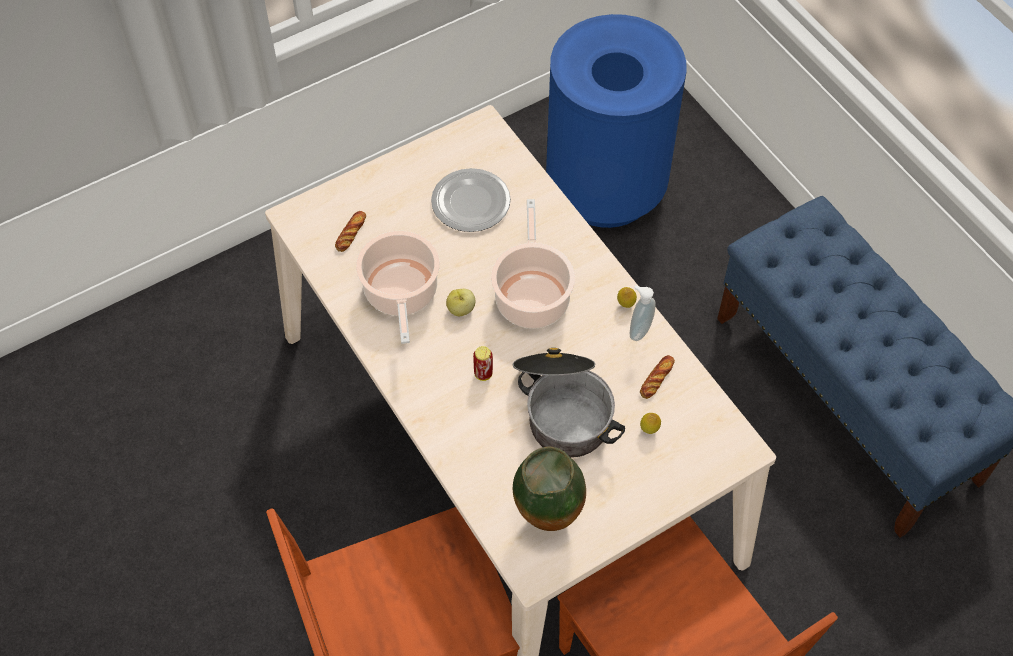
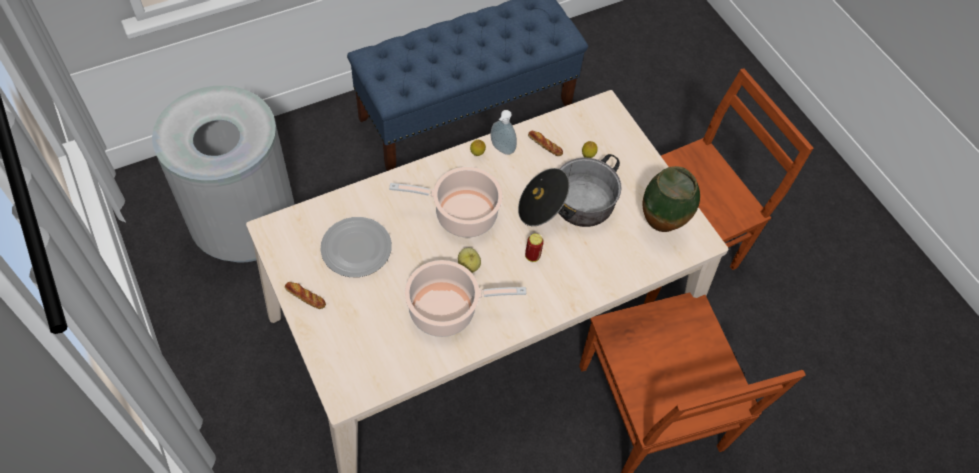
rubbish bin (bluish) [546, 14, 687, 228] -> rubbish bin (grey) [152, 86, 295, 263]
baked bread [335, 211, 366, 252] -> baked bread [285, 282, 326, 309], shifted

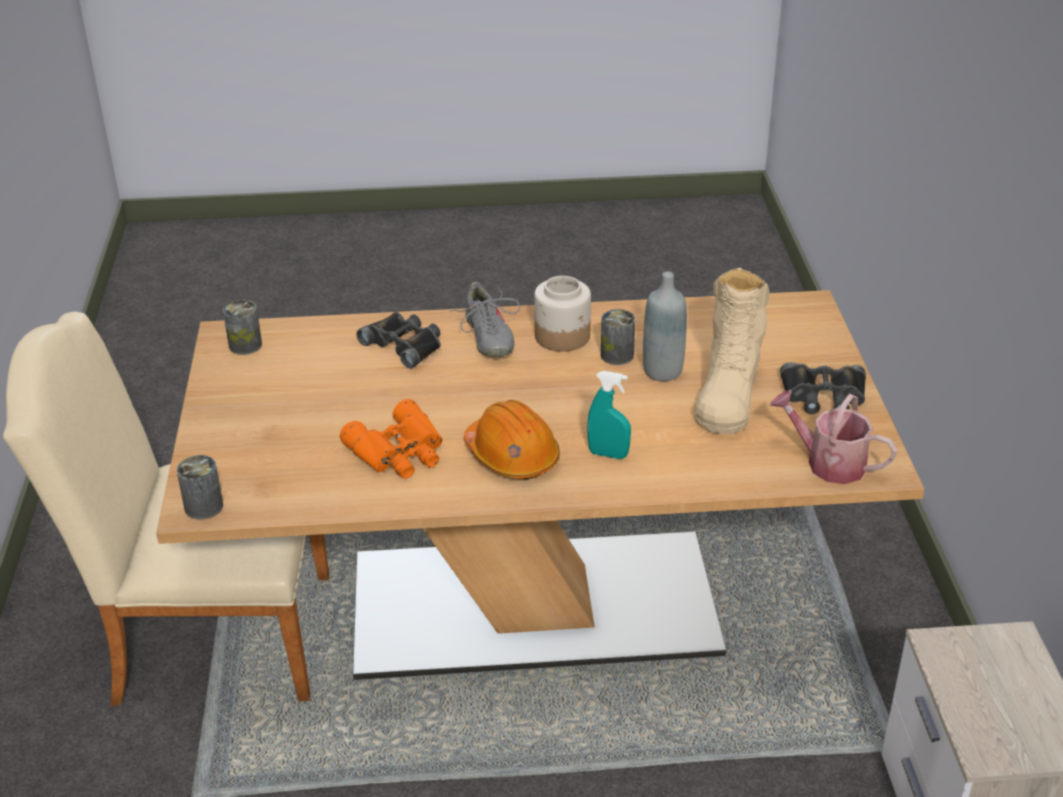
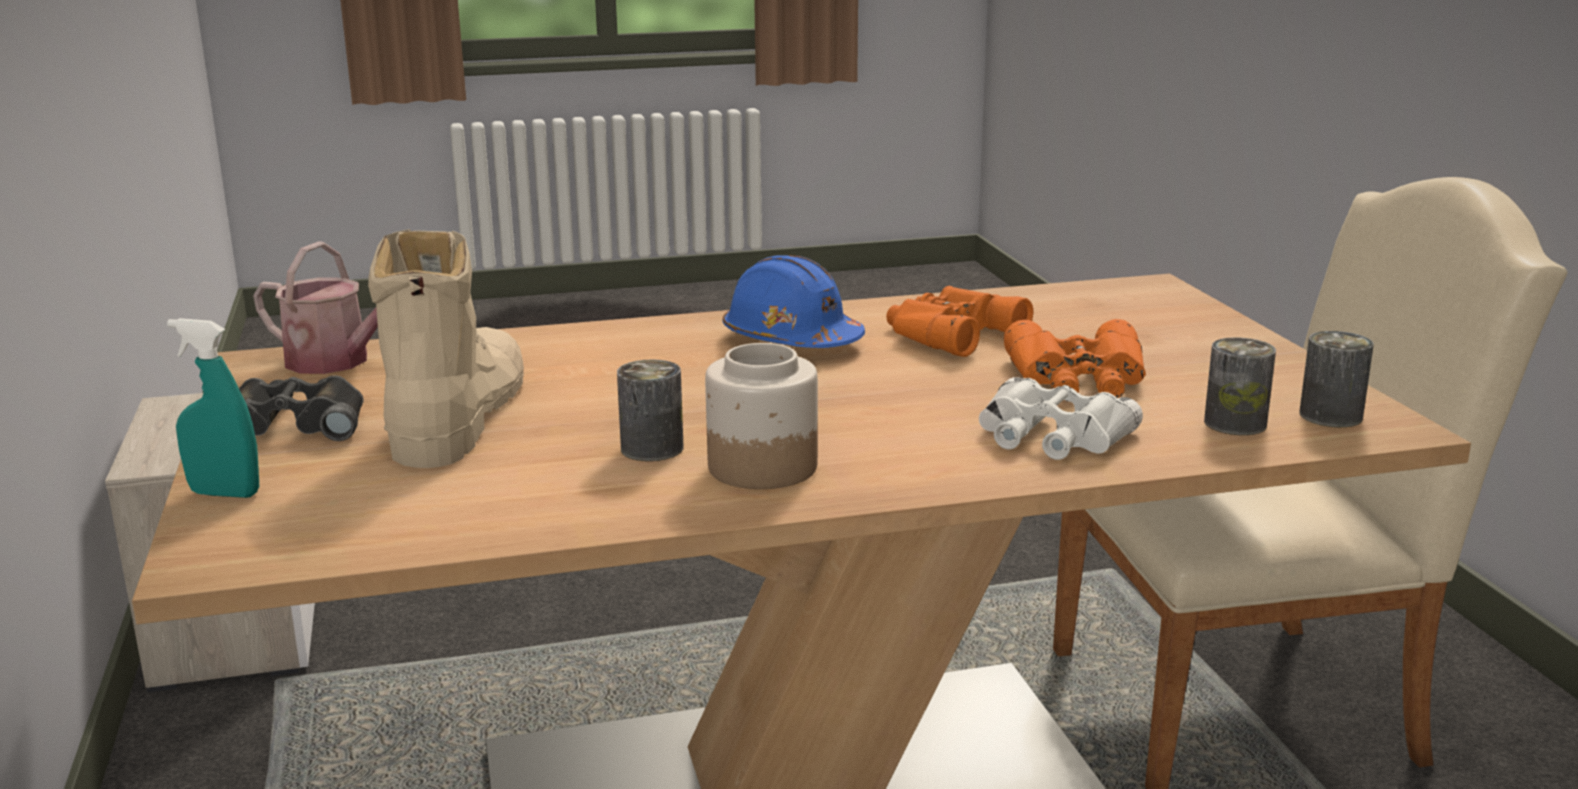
spray bottle (turquoise-coloured) [587, 371, 631, 459] -> spray bottle (turquoise-coloured) [167, 318, 259, 498], shifted
hard hat (orange-coloured) [464, 400, 560, 480] -> hard hat (bluish) [723, 255, 865, 348]
field glasses (blackish) [356, 312, 441, 369] -> field glasses (white) [979, 377, 1143, 460]
none -> field glasses (orange-coloured) [1004, 319, 1146, 401]
sealed can [176, 455, 223, 520] -> sealed can [1204, 337, 1276, 435], shifted
low shoe (grey) [449, 282, 520, 357] -> none
beverage bottle (grey) [643, 271, 687, 381] -> none

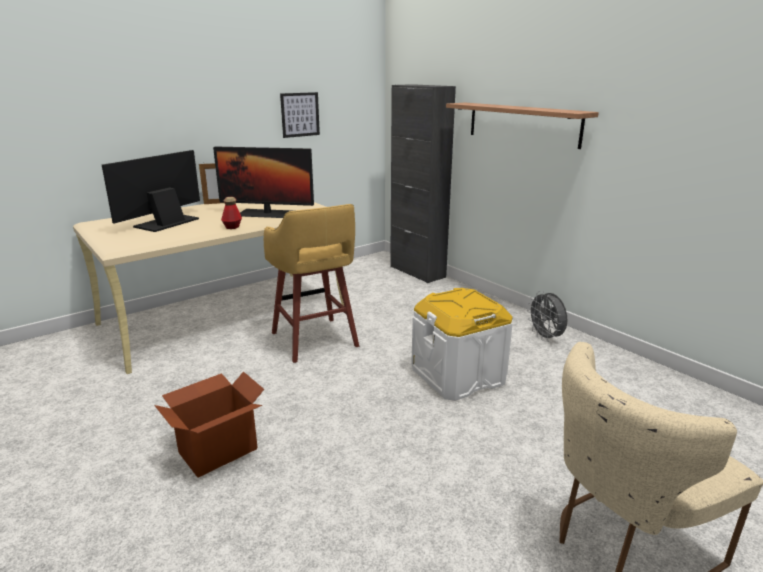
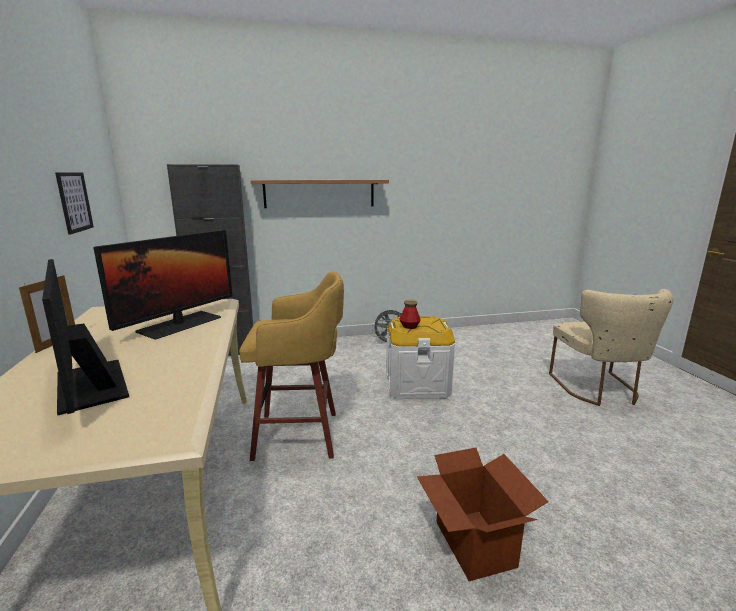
beverage bottle [221, 197, 242, 229] -> beverage bottle [399, 299, 420, 329], shifted

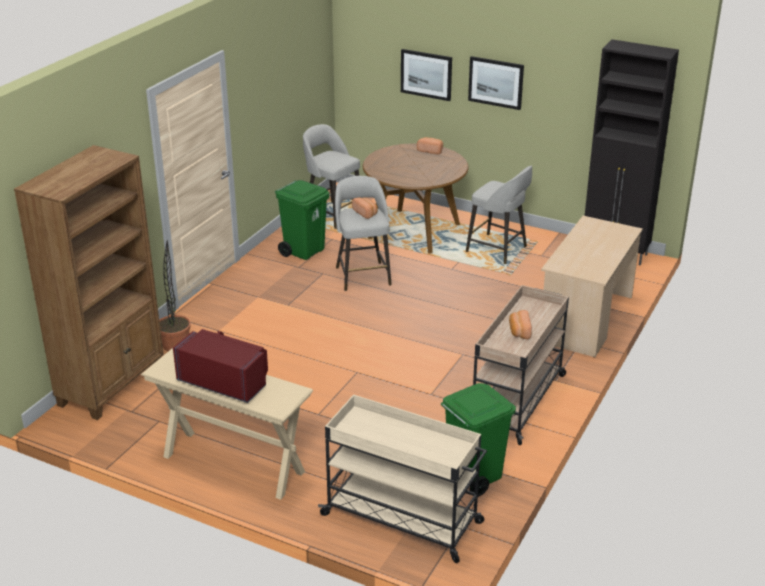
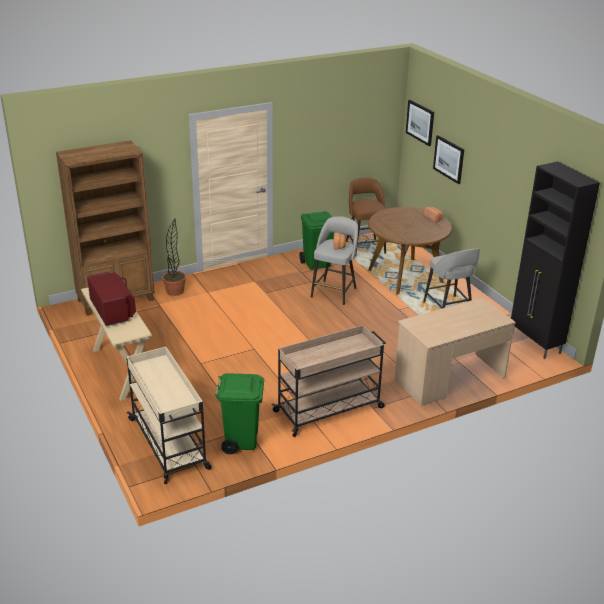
sitting stool (grey) [303, 124, 360, 229] -> sitting stool (brown-coloured) [346, 177, 386, 257]
wall art [468, 56, 524, 110] -> wall art [406, 100, 434, 146], shifted
baked bread [509, 310, 532, 339] -> none

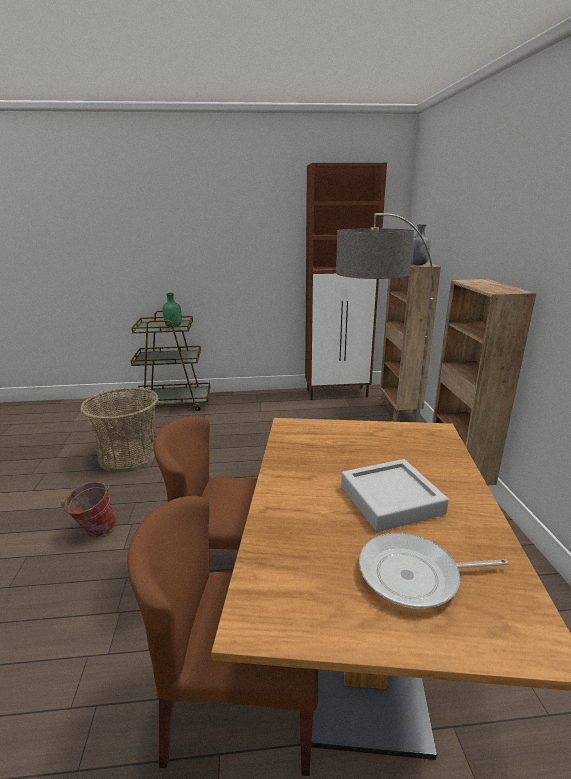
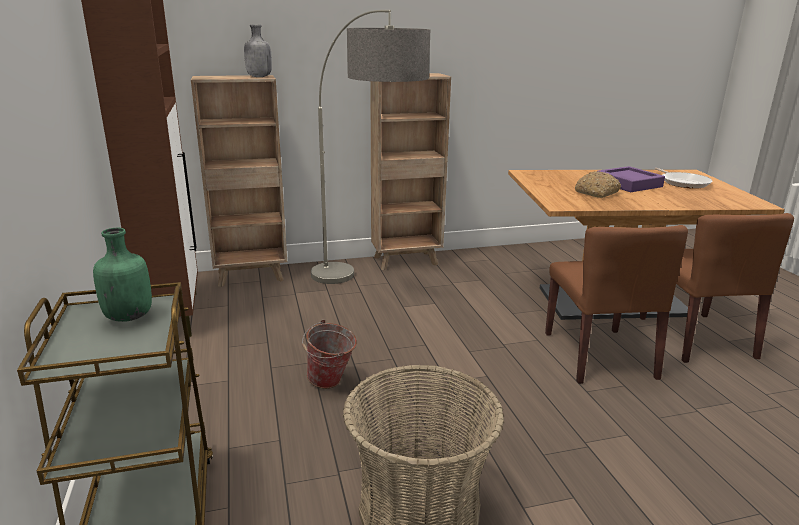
bucket [61, 481, 116, 537] -> bucket [302, 320, 357, 389], shifted
none -> baked bread [575, 171, 621, 198]
serving tray (grey) [341, 459, 449, 532] -> serving tray (purple-coloured) [597, 166, 665, 192]

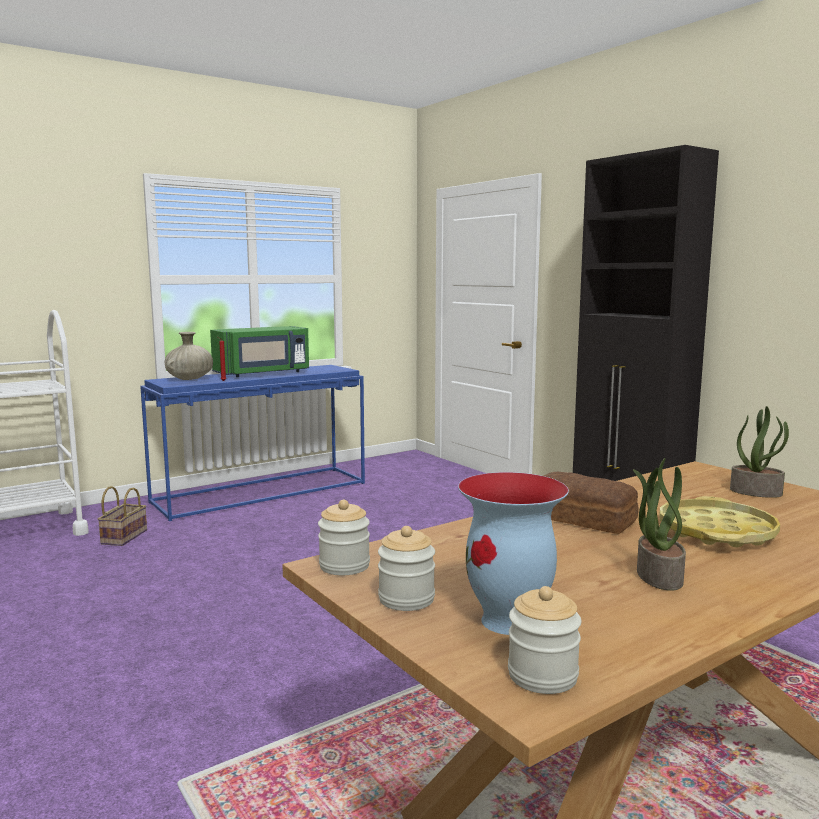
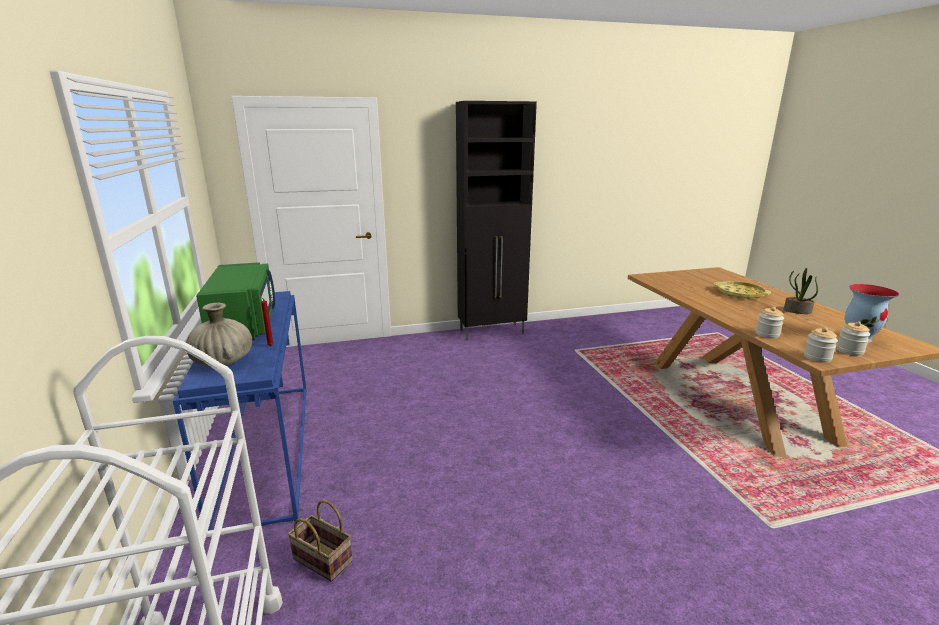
preserve jar [508, 586, 581, 694] -> preserve jar [755, 307, 784, 339], shifted
baked bread [543, 472, 638, 534] -> none
houseplant [730, 406, 789, 498] -> none

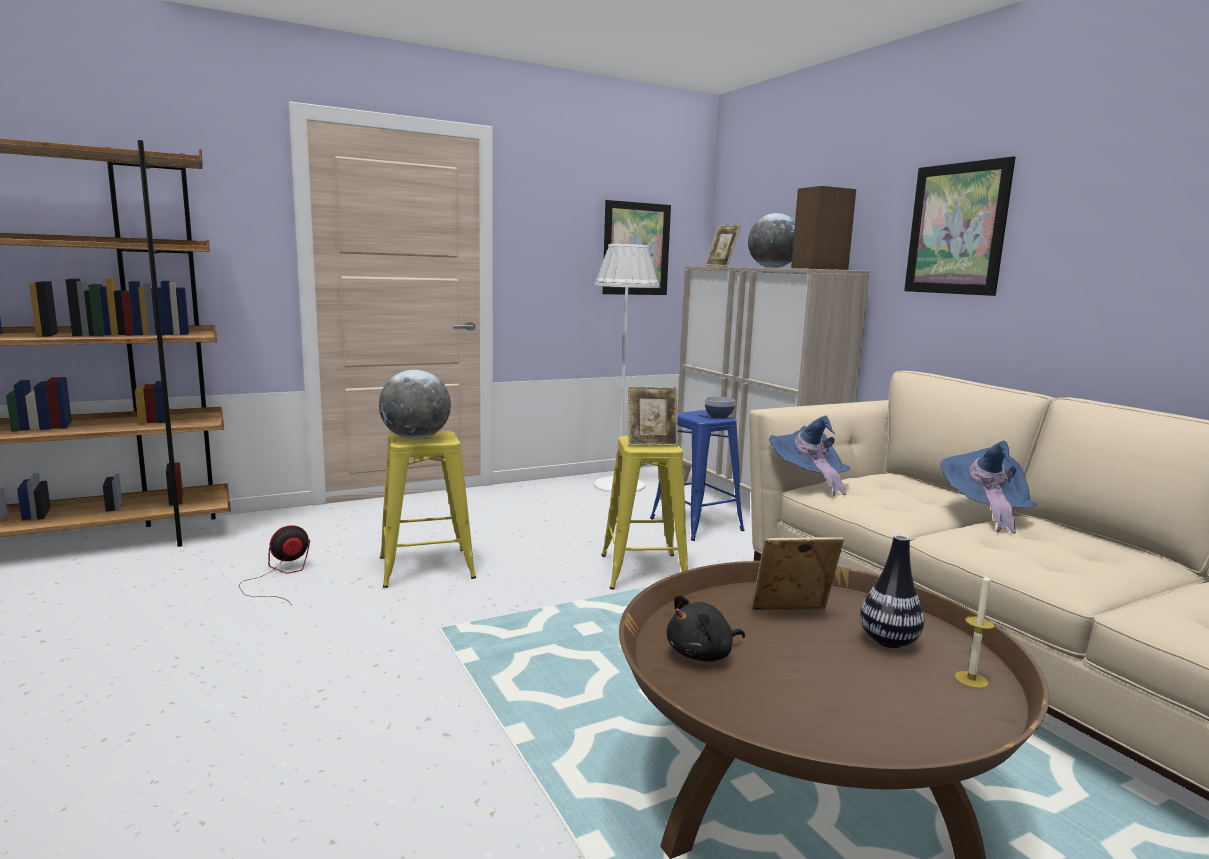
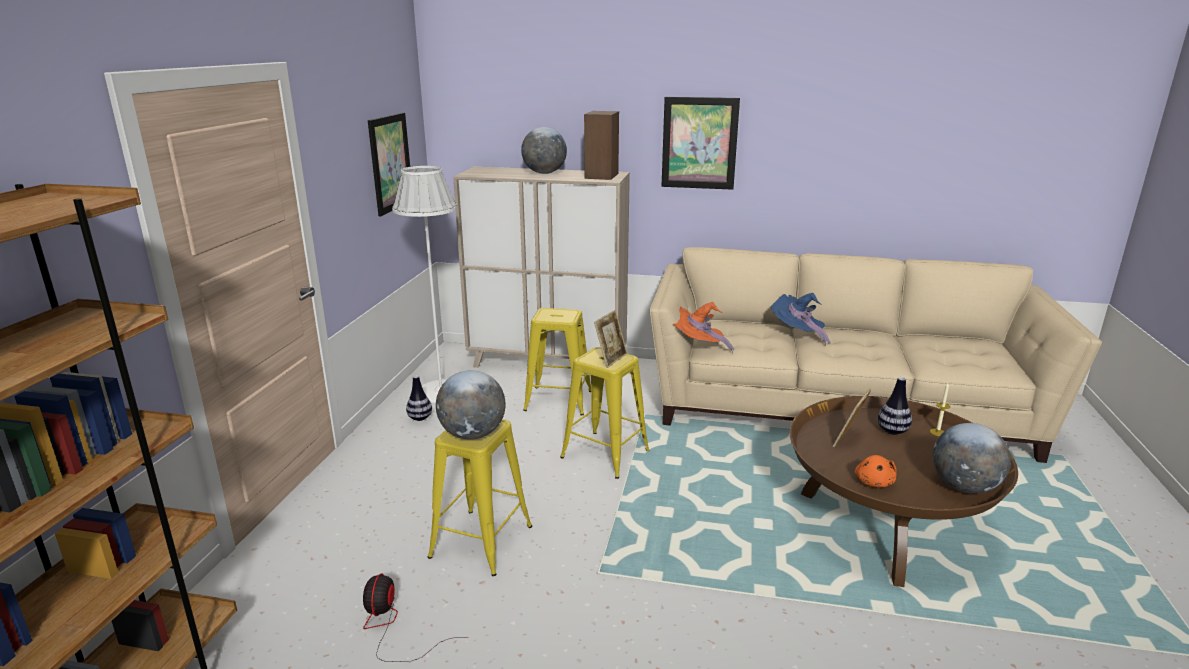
none -> decorative vase [406, 375, 432, 421]
sitting stool (bluish) [650, 410, 745, 541] -> sitting stool (yellow) [523, 308, 591, 415]
hat (bluish) [769, 416, 850, 496] -> hat (orange-coloured) [673, 302, 735, 353]
plush toy (blackish) [666, 595, 745, 662] -> plush toy (orange-coloured) [855, 455, 897, 488]
none -> globe [933, 423, 1011, 494]
standing frame [705, 225, 741, 267] -> none
serving bowl [705, 397, 735, 419] -> none

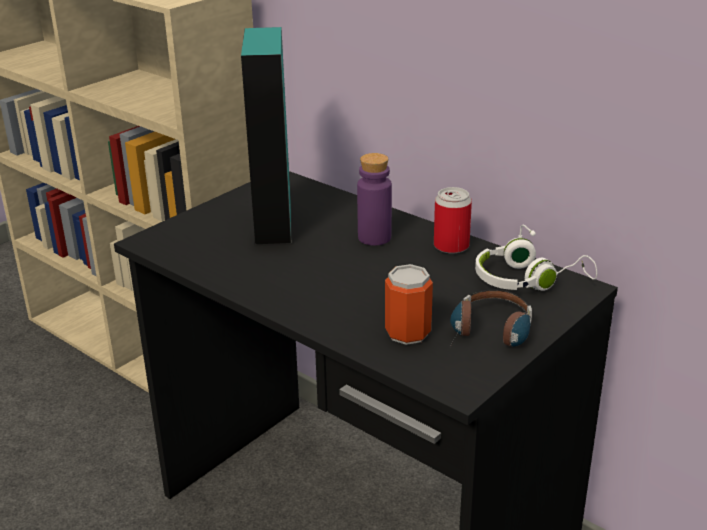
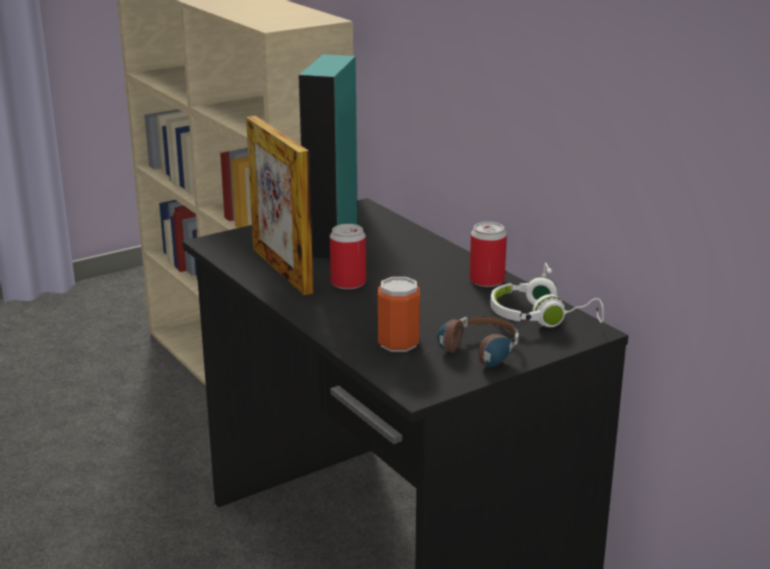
none -> standing frame [246, 116, 313, 295]
none -> sealed can [330, 224, 366, 289]
beverage bottle (purple-coloured) [357, 153, 392, 246] -> none

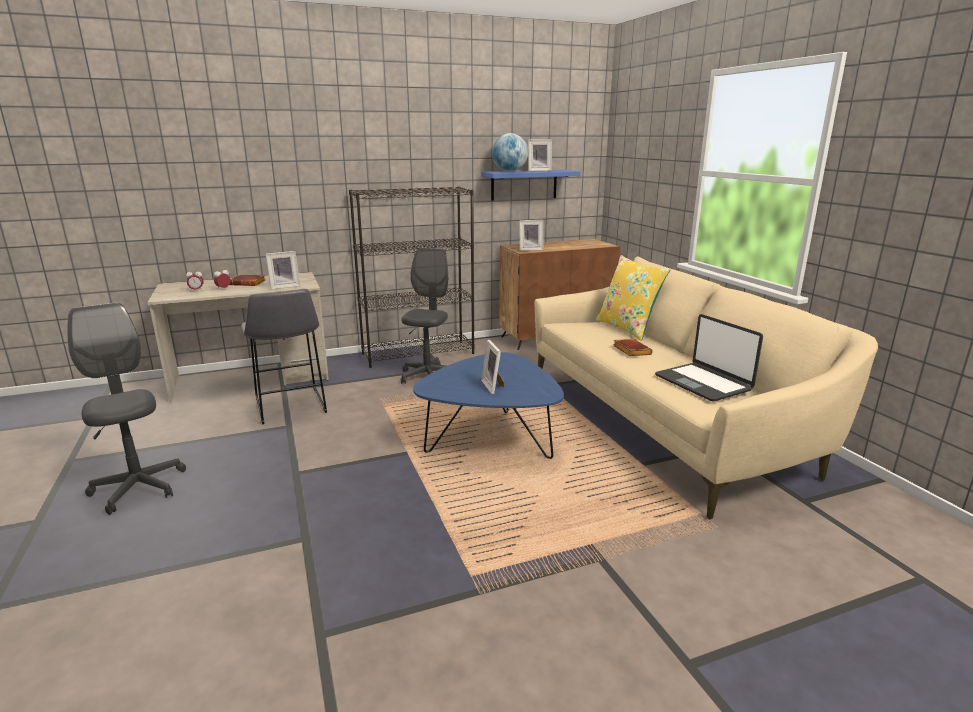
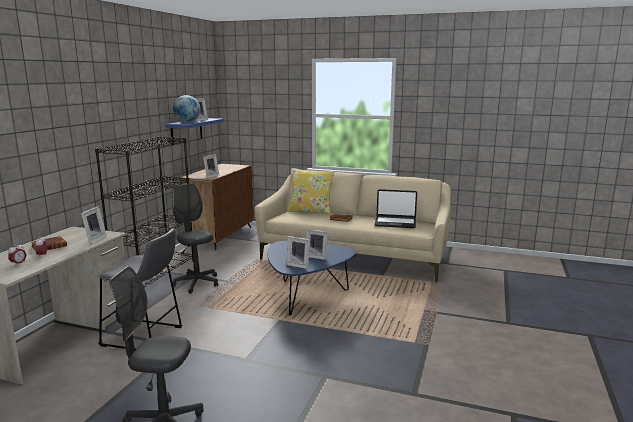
none -> standing frame [286, 236, 310, 269]

